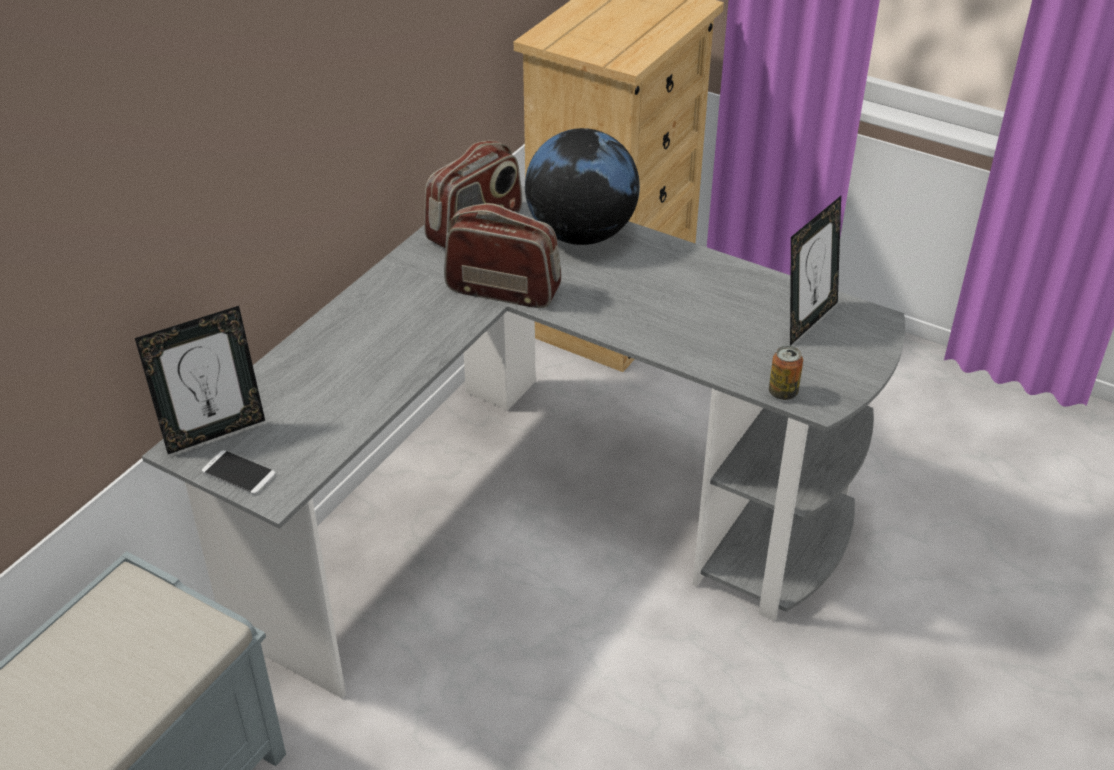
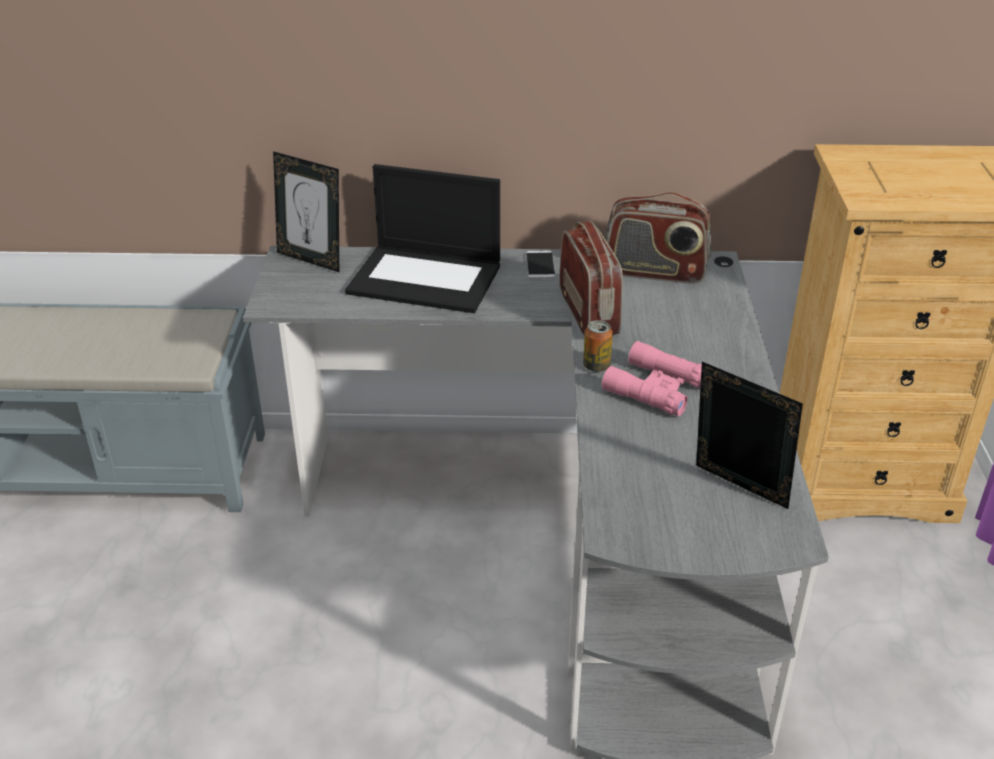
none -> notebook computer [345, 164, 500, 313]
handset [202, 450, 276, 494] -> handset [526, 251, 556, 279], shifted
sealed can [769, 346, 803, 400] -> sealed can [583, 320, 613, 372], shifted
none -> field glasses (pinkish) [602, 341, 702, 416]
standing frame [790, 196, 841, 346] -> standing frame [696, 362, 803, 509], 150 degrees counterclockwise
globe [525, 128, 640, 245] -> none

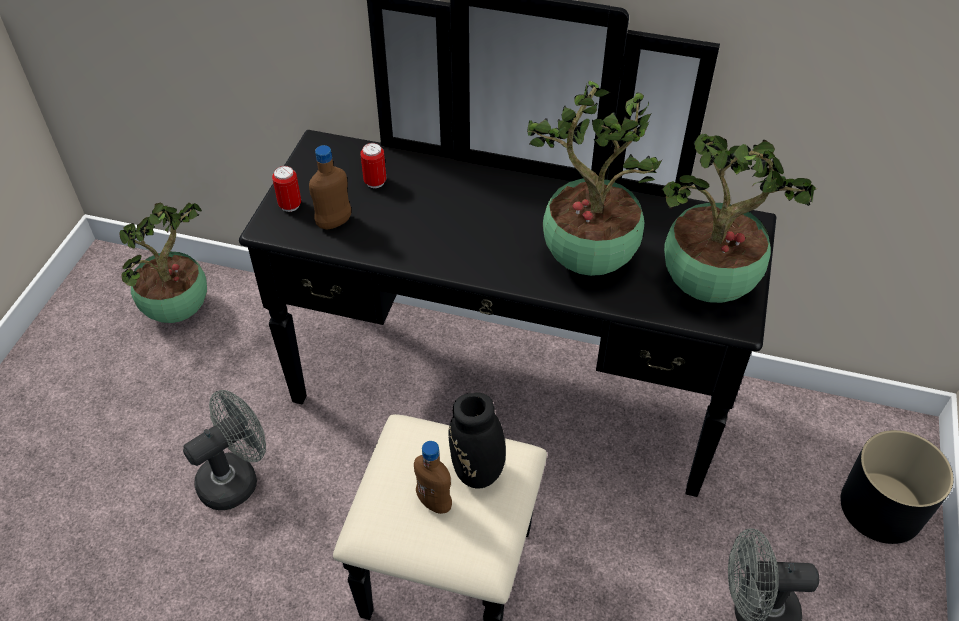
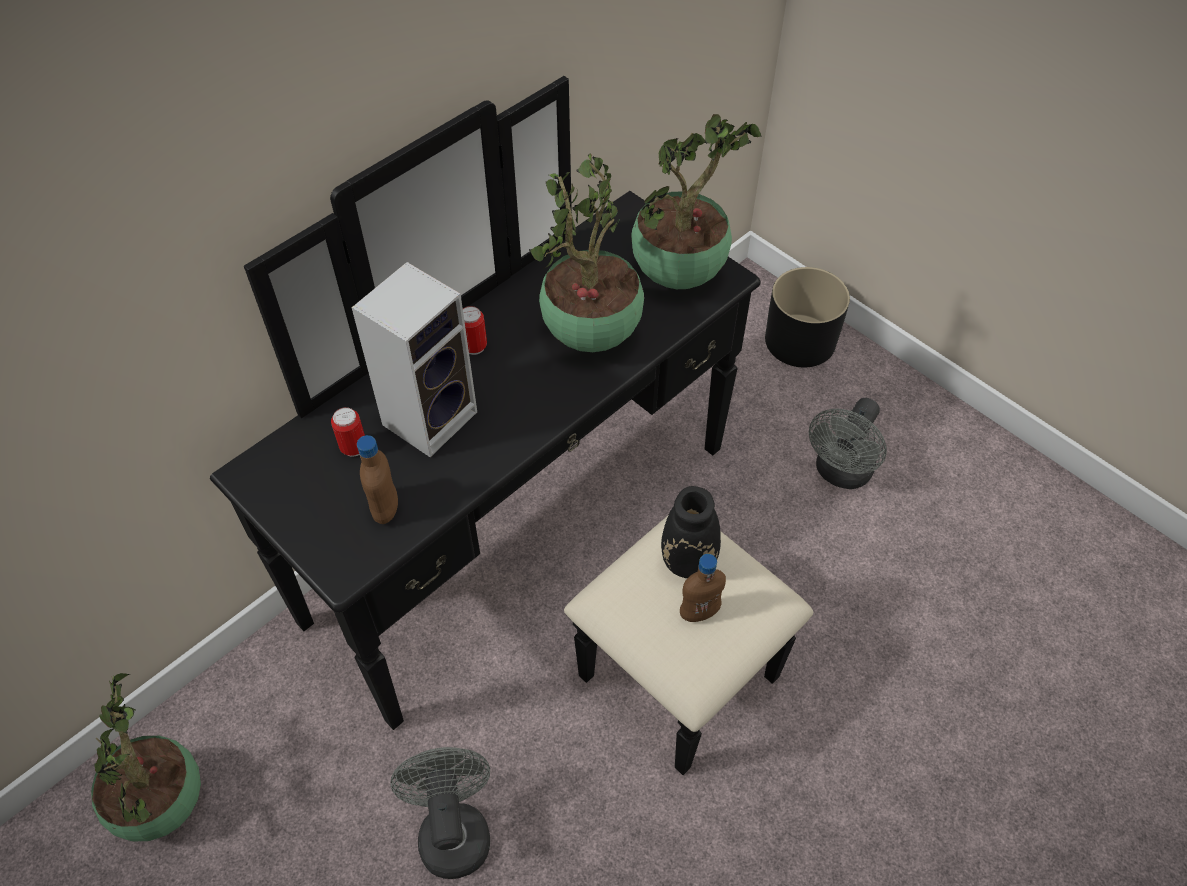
none -> speaker [351, 262, 477, 457]
sealed can [272, 166, 301, 212] -> sealed can [463, 306, 487, 355], shifted

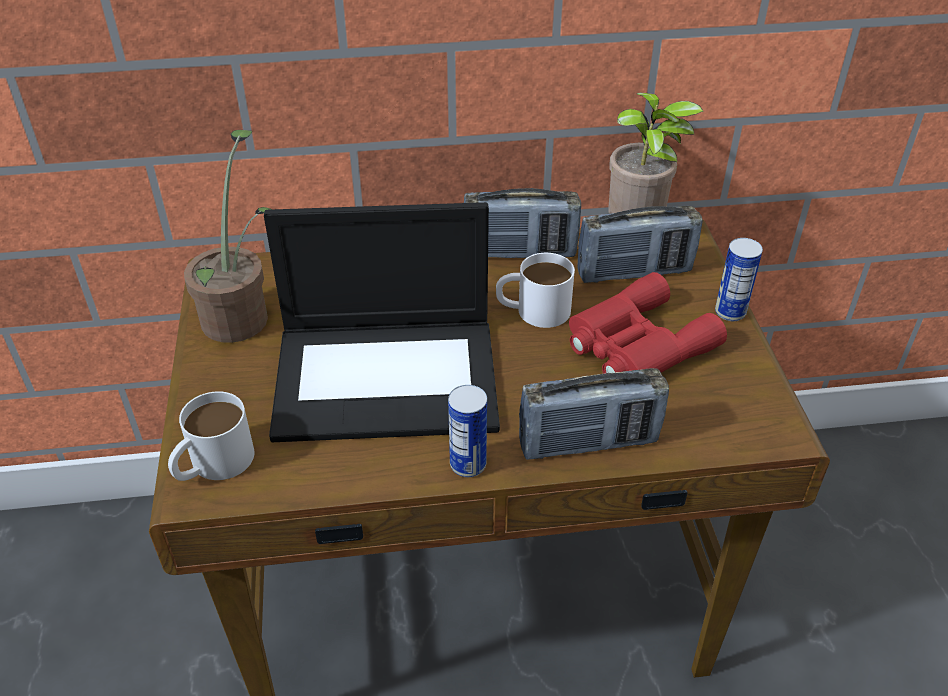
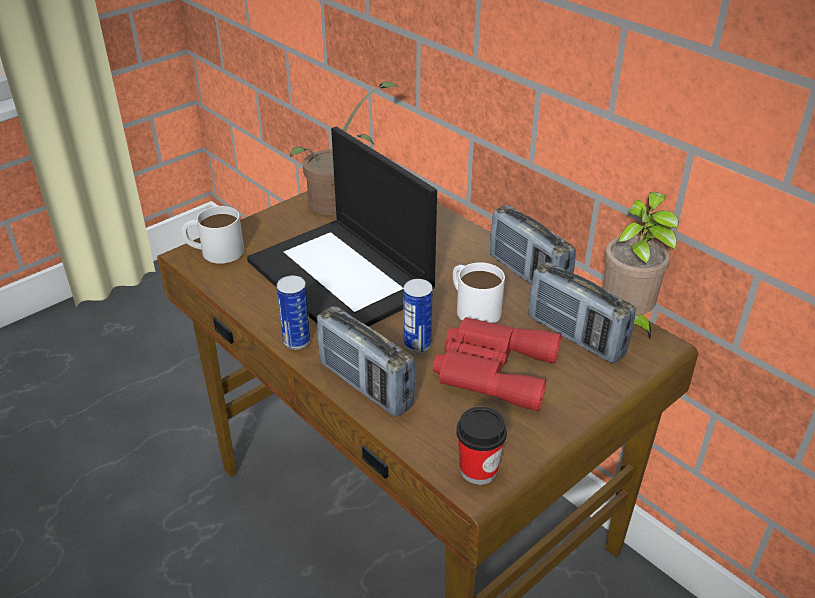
sealed can [715, 238, 763, 321] -> sealed can [403, 279, 433, 353], shifted
none -> cup [456, 407, 507, 485]

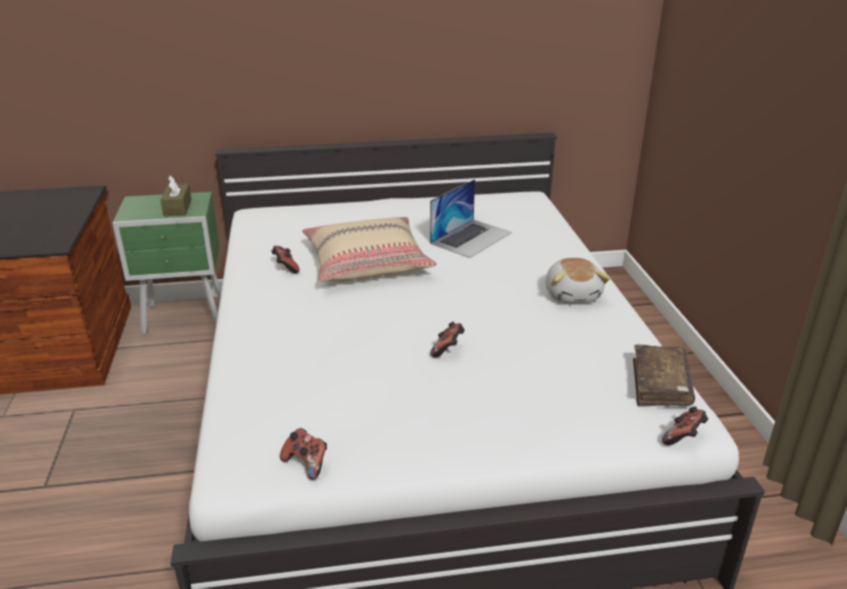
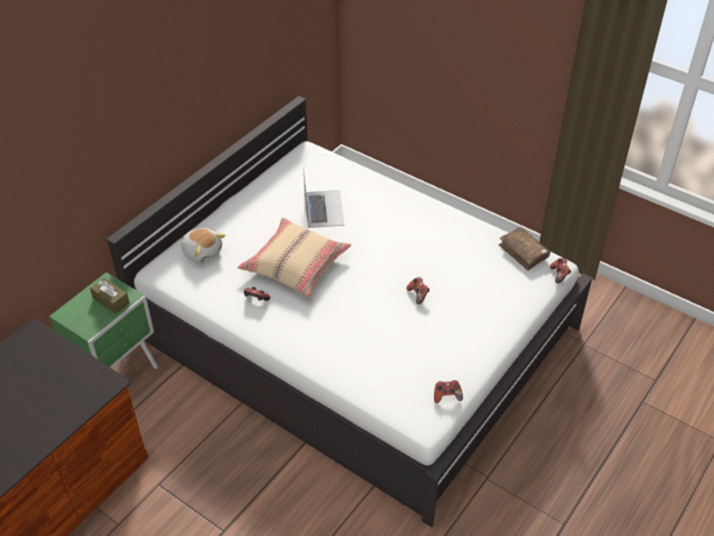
plush toy [546, 258, 610, 303] -> plush toy [181, 228, 225, 263], shifted

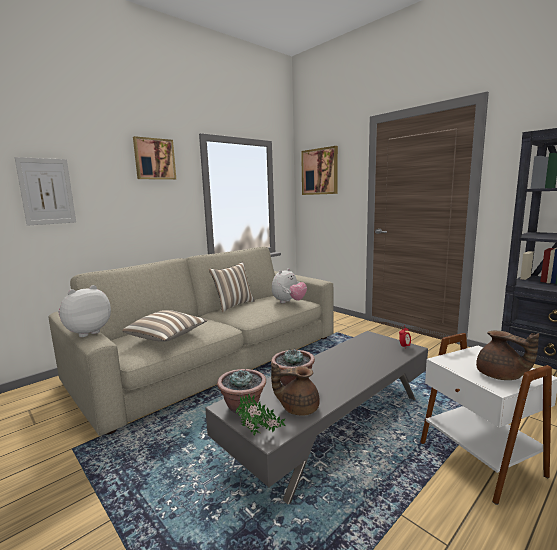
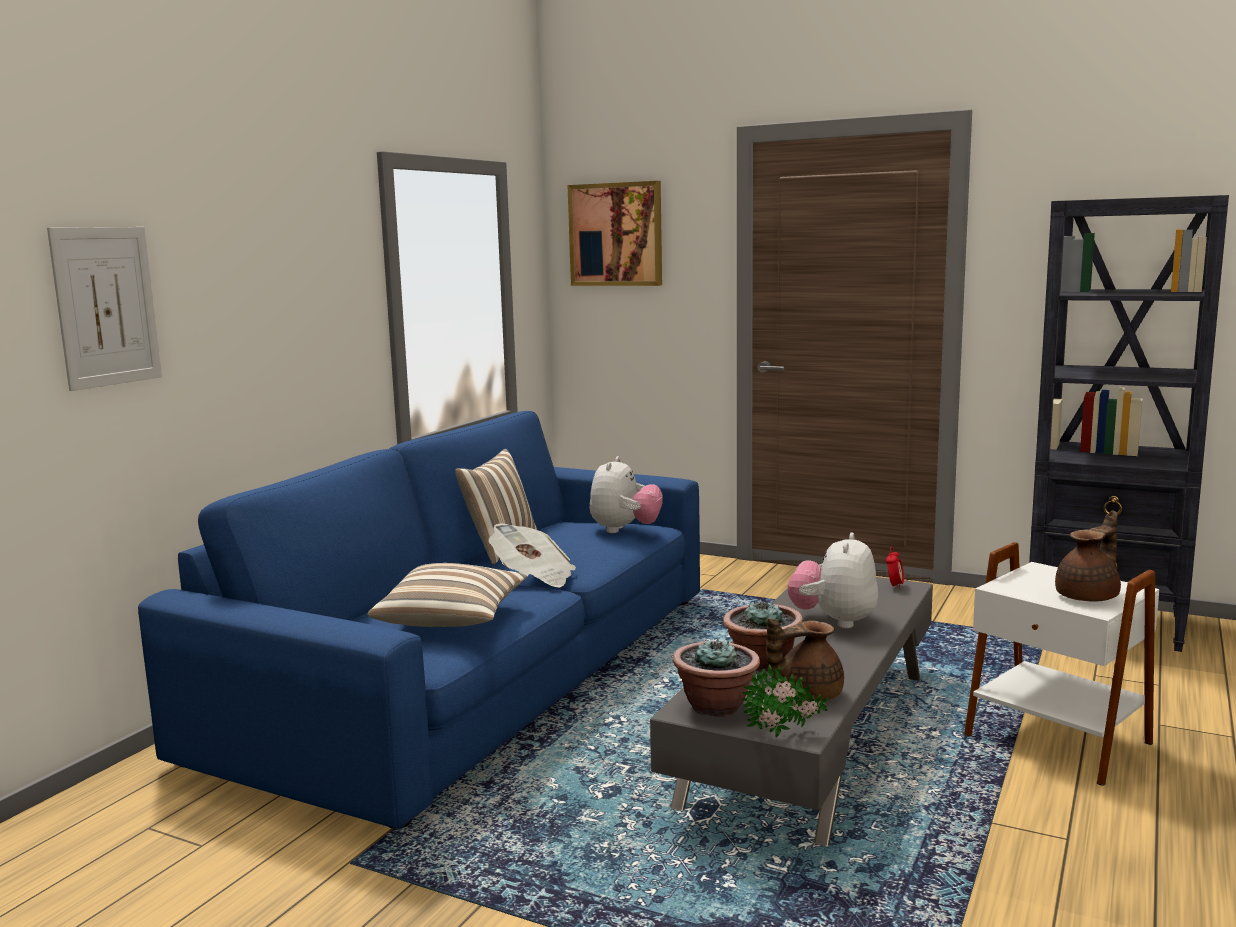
sofa (sand-coloured) [49, 247, 334, 436] -> sofa (bluish) [138, 411, 700, 829]
none -> daily paper [489, 523, 576, 587]
plush toy [58, 285, 111, 337] -> plush toy [788, 532, 878, 628], shifted
tea pot (brown-coloured) [476, 331, 539, 380] -> tea pot (brown-coloured) [1055, 510, 1121, 602], 75 degrees counterclockwise
wall art [133, 136, 176, 180] -> none

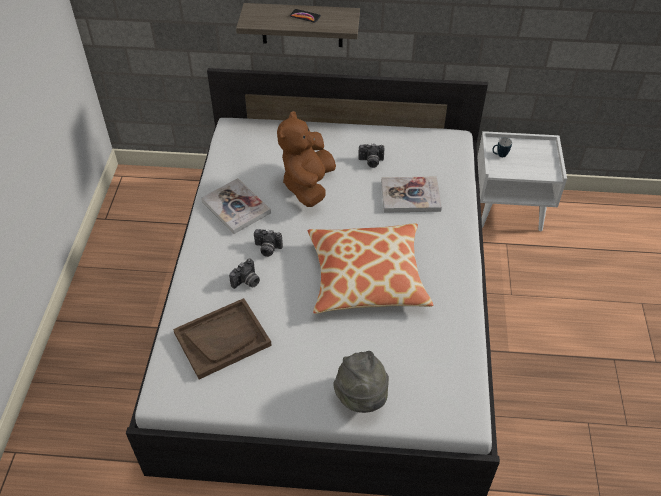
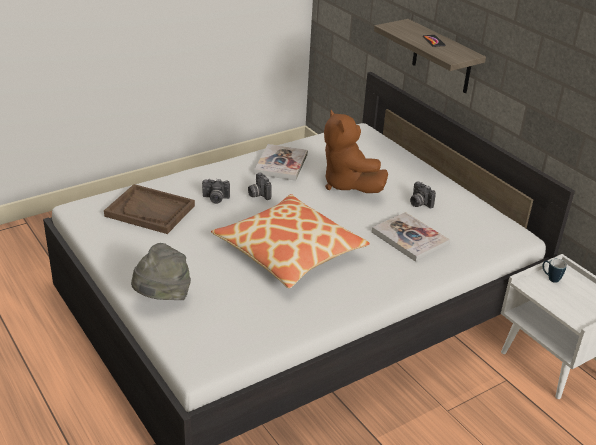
plush toy (brown-coloured) [277, 111, 336, 207] -> plush toy (brown-coloured) [324, 110, 388, 193], 90 degrees counterclockwise

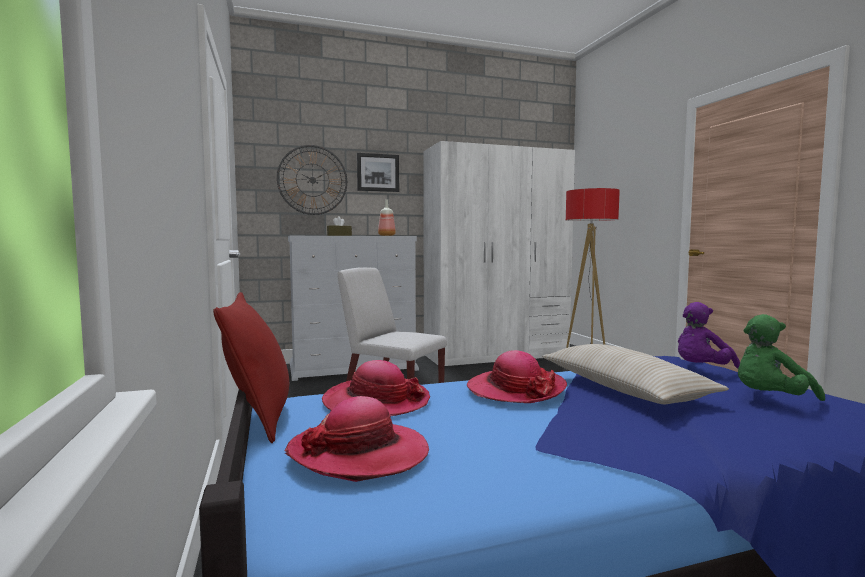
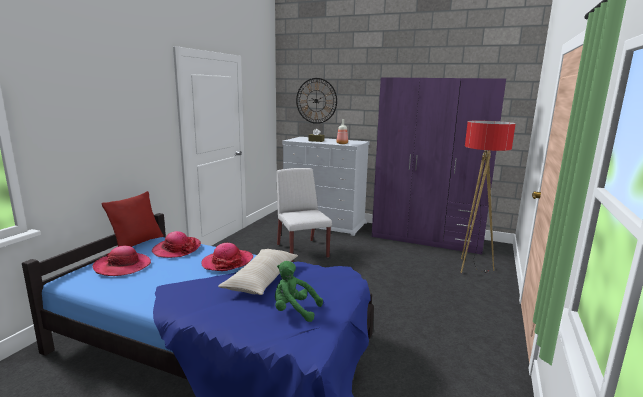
armoire (white) [423, 141, 575, 366] -> armoire (purple-coloured) [372, 77, 506, 255]
wall art [357, 153, 399, 192] -> none
plush toy (purple-coloured) [678, 302, 740, 369] -> none

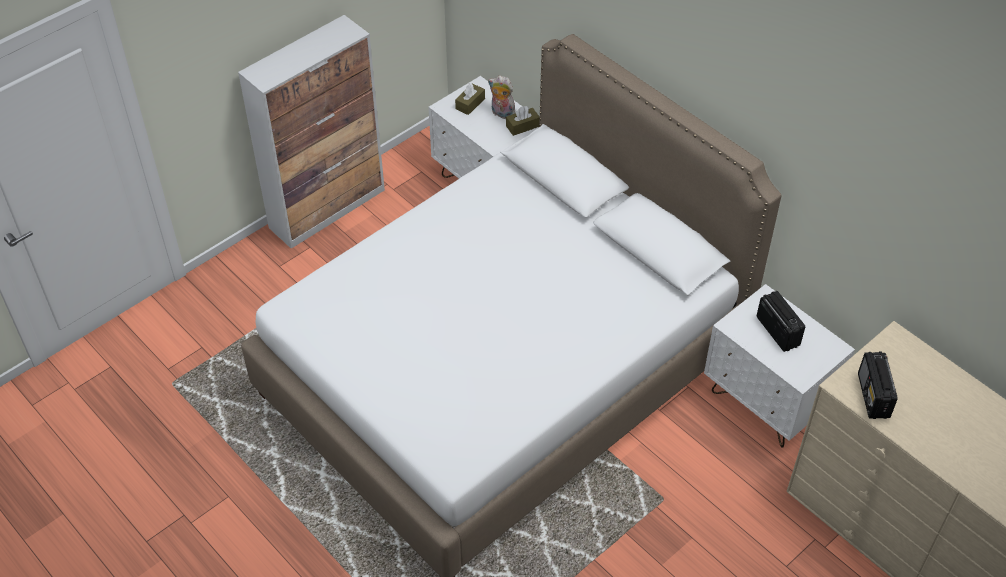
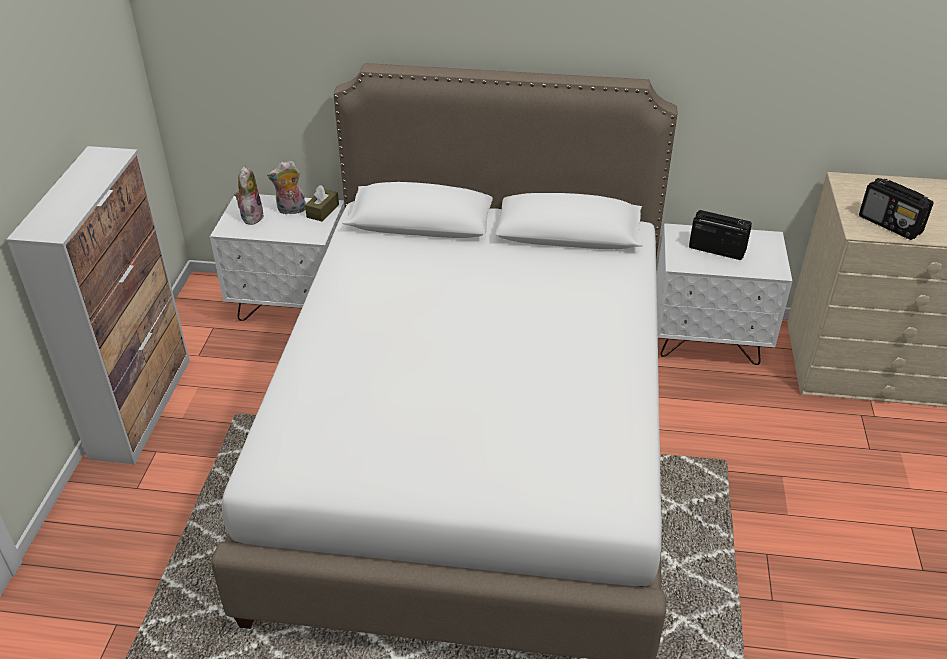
tissue box (brown-coloured) [455, 83, 485, 115] -> plush toy [234, 166, 264, 225]

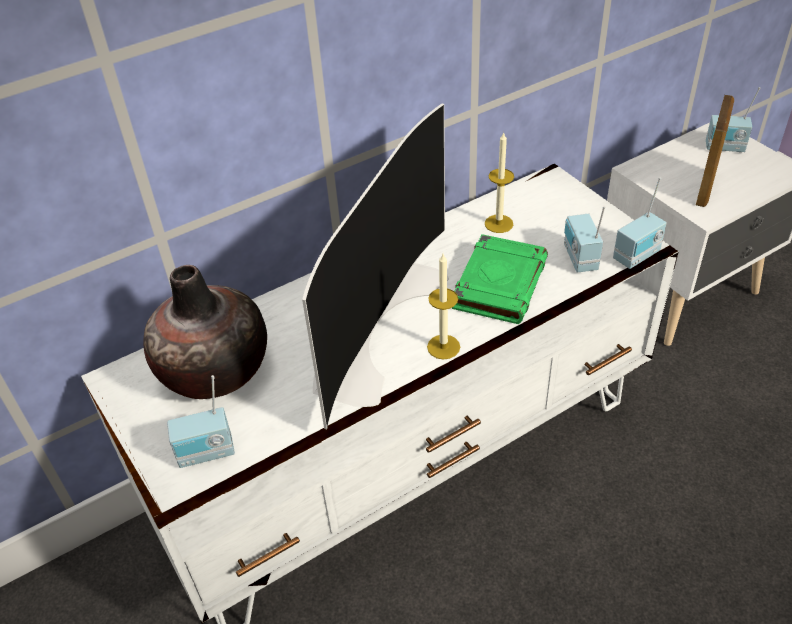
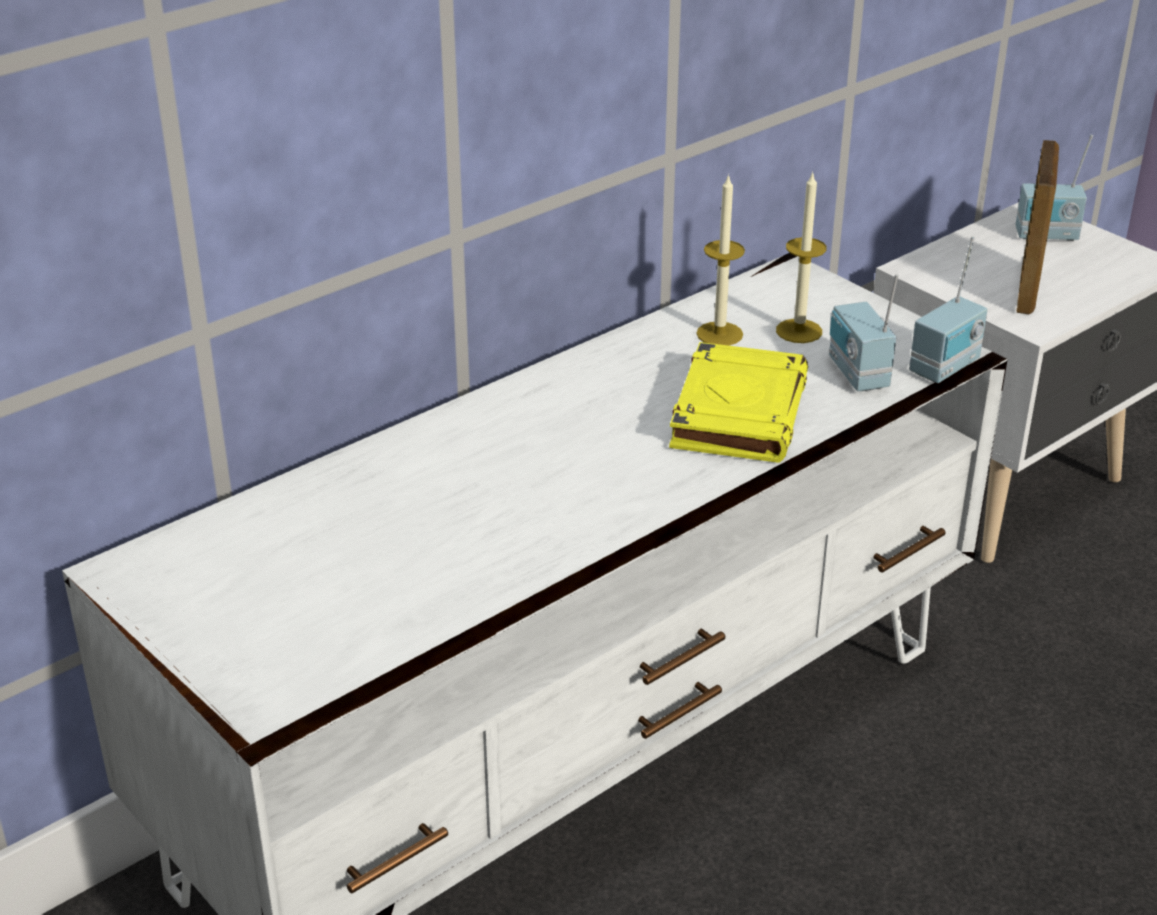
volume (green) [452, 234, 548, 324] -> volume (yellow) [669, 342, 808, 463]
candle [427, 254, 460, 360] -> candle [776, 172, 827, 343], shifted
decorative vase [144, 265, 267, 399] -> none
radio set [167, 375, 235, 468] -> none
television [302, 104, 449, 430] -> none

